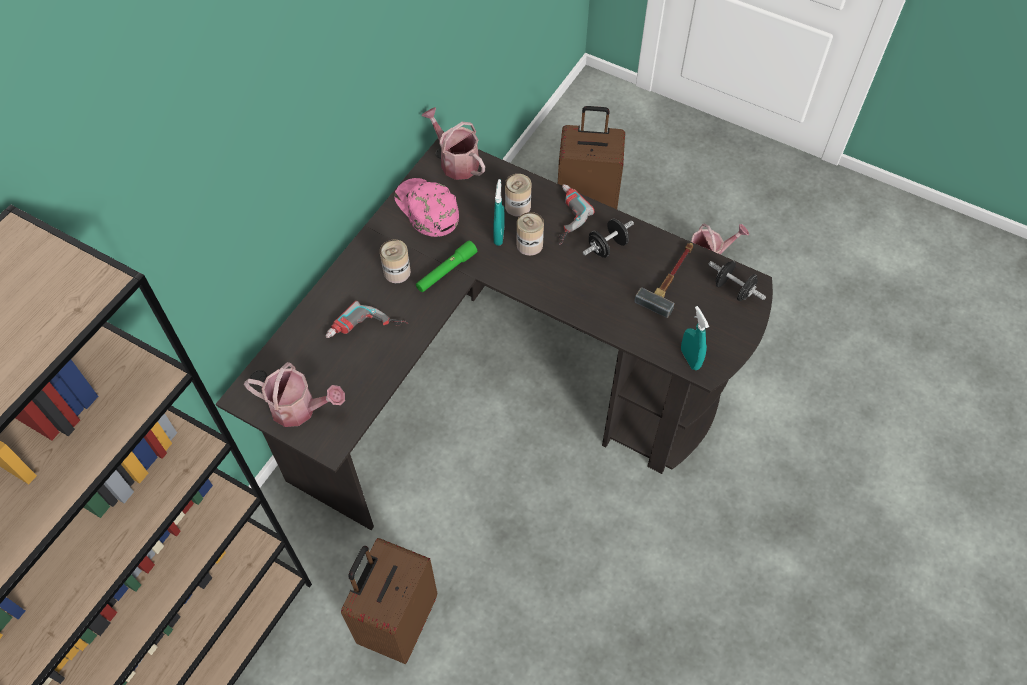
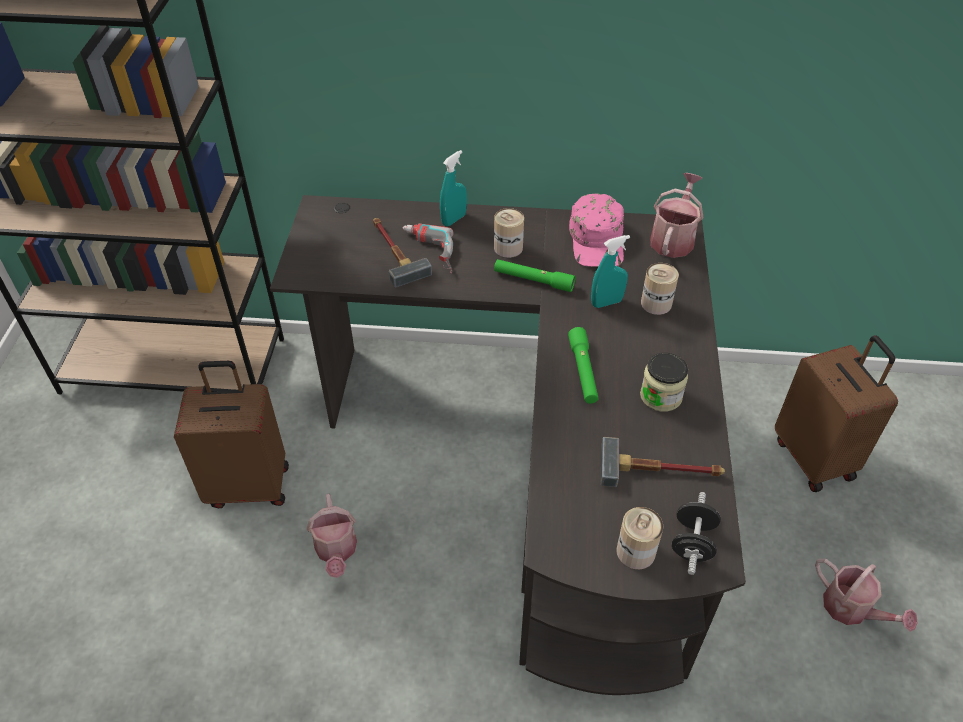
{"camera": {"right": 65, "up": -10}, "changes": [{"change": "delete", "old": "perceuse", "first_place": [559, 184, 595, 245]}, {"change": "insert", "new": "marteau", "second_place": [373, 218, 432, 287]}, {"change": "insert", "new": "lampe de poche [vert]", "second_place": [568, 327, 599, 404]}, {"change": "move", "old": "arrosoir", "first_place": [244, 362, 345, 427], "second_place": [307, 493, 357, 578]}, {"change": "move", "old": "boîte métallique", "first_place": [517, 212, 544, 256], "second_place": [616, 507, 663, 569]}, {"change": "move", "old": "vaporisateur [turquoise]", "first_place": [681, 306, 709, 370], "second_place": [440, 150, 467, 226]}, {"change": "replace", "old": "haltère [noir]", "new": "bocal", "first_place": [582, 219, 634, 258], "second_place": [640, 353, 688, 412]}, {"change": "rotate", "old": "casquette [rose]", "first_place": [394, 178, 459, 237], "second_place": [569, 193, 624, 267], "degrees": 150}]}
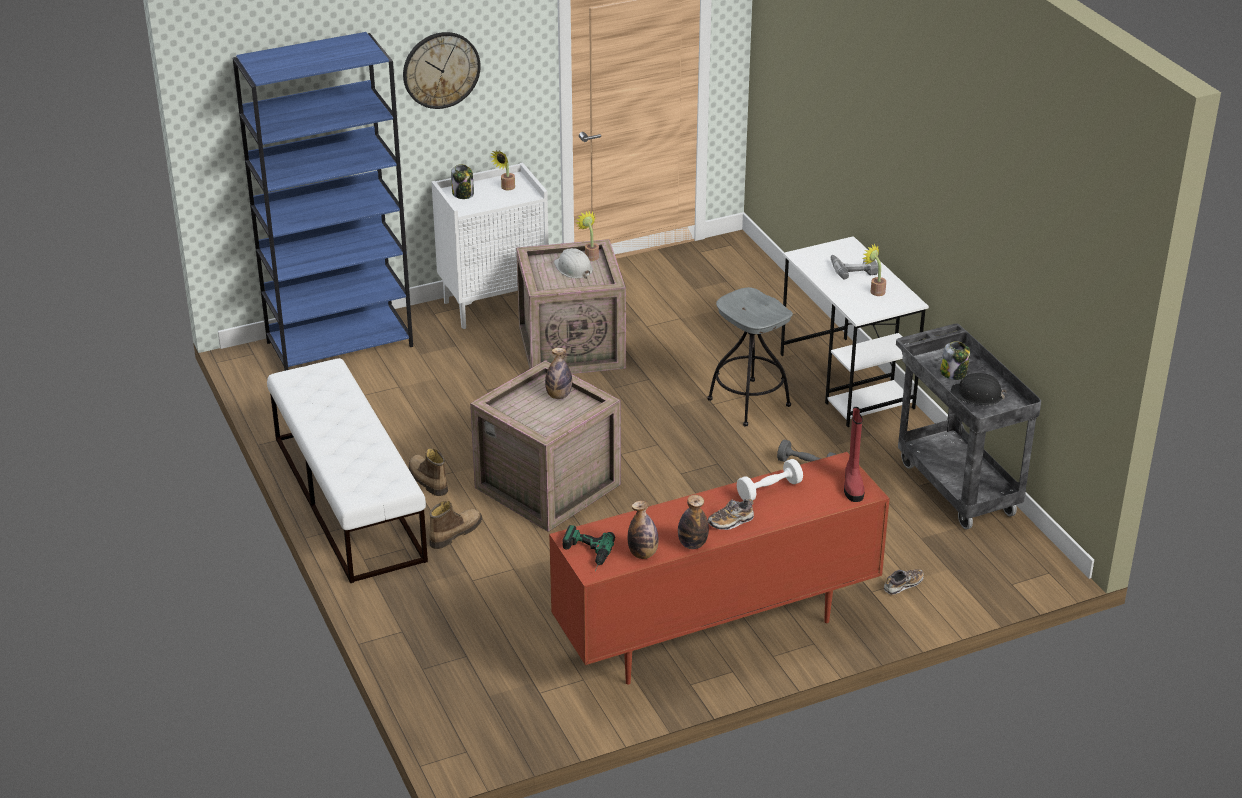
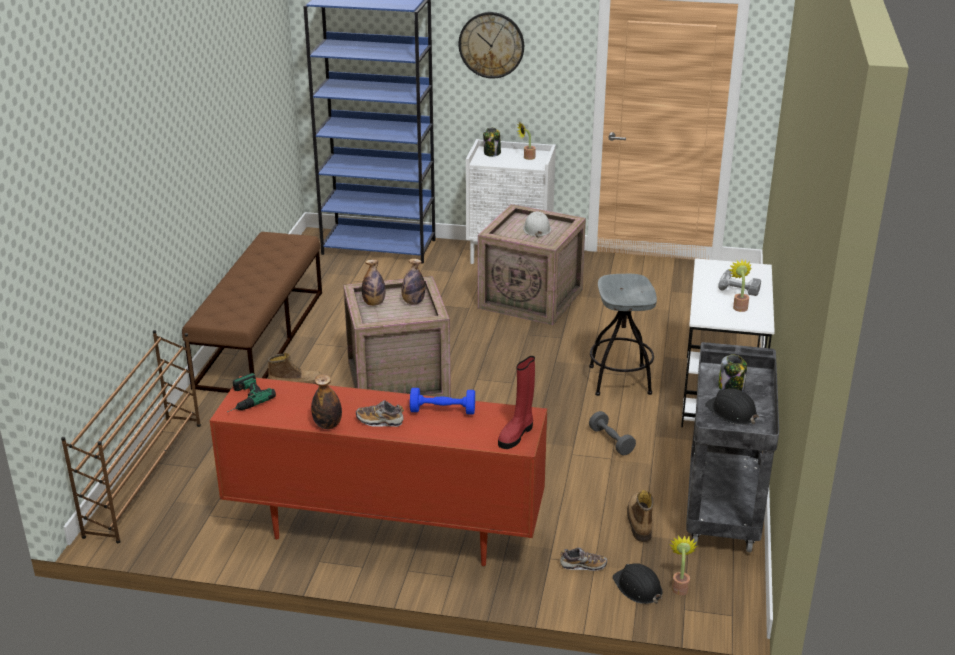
{"camera": {"right": 35, "up": -5}, "changes": [{"change": "insert", "new": "étagère à chaussures [marron]", "second_place": [61, 330, 201, 543]}, {"change": "insert", "new": "casque de chantier [noir]", "second_place": [613, 563, 662, 604]}, {"change": "move", "old": "botte", "first_place": [409, 449, 448, 496], "second_place": [627, 490, 653, 542]}, {"change": "move", "old": "plante en pot", "first_place": [576, 211, 599, 261], "second_place": [669, 535, 697, 595]}, {"change": "move", "old": "bouteille", "first_place": [628, 500, 659, 559], "second_place": [362, 260, 386, 306]}, {"change": "recolor", "old": "banc [blanc]", "new": "banc [marron]", "first_place": [267, 358, 428, 583], "second_place": [182, 232, 322, 393]}, {"change": "recolor", "old": "haltère [blanc]", "new": "haltère [bleu]", "first_place": [737, 459, 803, 501], "second_place": [410, 388, 475, 414]}]}
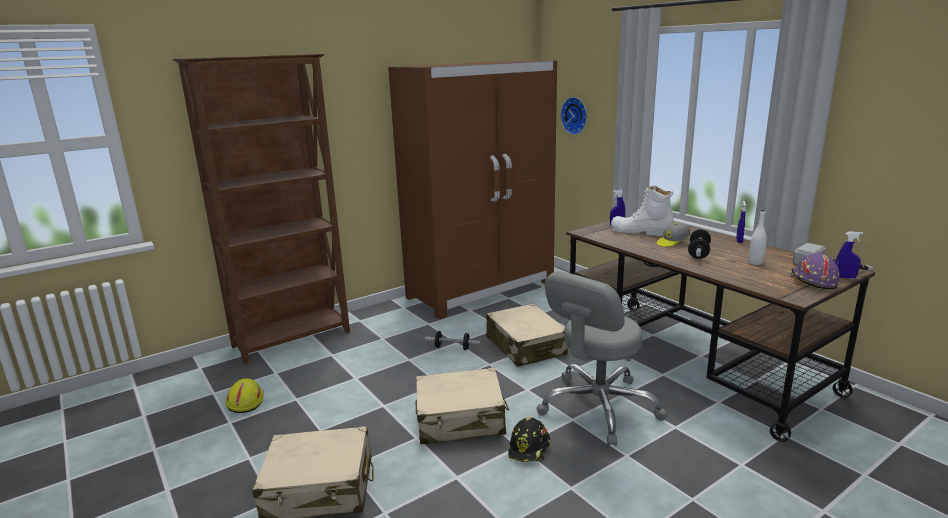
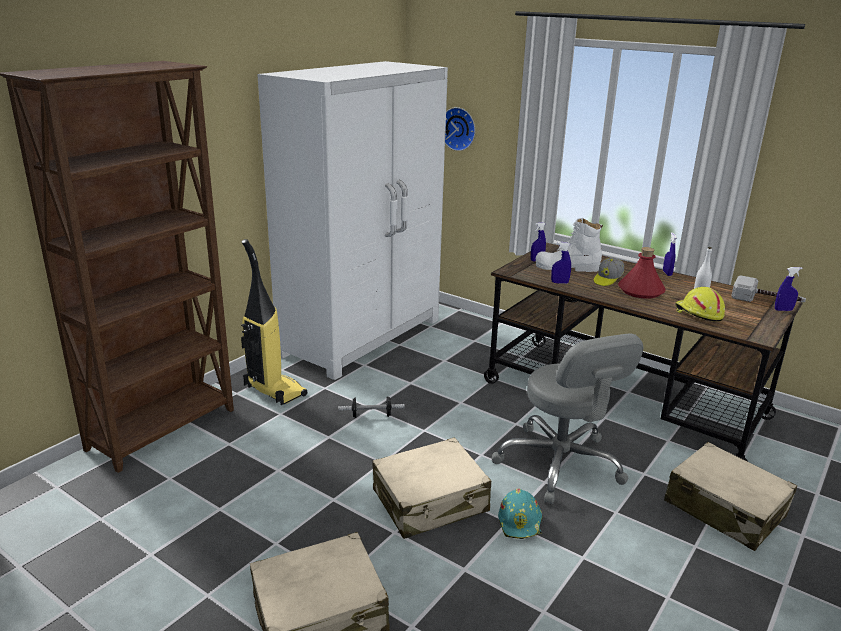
{"camera": {"right": -20, "up": 5}, "changes": [{"change": "delete", "old": "casque de chantier [violet]", "first_place": [789, 253, 840, 289]}, {"change": "insert", "new": "aspirateur", "second_place": [241, 239, 307, 405]}, {"change": "insert", "new": "vaporisateur [bleu]", "second_place": [551, 242, 571, 284]}, {"change": "move", "old": "casque de chantier [jaune]", "first_place": [225, 378, 264, 413], "second_place": [675, 287, 725, 322]}, {"change": "move", "old": "valise [beige]", "first_place": [486, 303, 568, 367], "second_place": [664, 442, 797, 551]}, {"change": "replace", "old": "haltère", "new": "bouteille [rouge]", "first_place": [688, 229, 711, 259], "second_place": [618, 247, 666, 299]}, {"change": "recolor", "old": "meuble de rangement [marron]", "new": "meuble de rangement [blanc]", "first_place": [388, 61, 557, 319], "second_place": [257, 61, 448, 380]}, {"change": "recolor", "old": "casque de chantier [noir]", "new": "casque de chantier [turquoise]", "first_place": [508, 417, 550, 462], "second_place": [498, 489, 542, 539]}, {"change": "rotate", "old": "chaise de bureau [gris]", "first_place": [537, 271, 667, 446], "second_place": [492, 333, 643, 504], "degrees": -45}]}
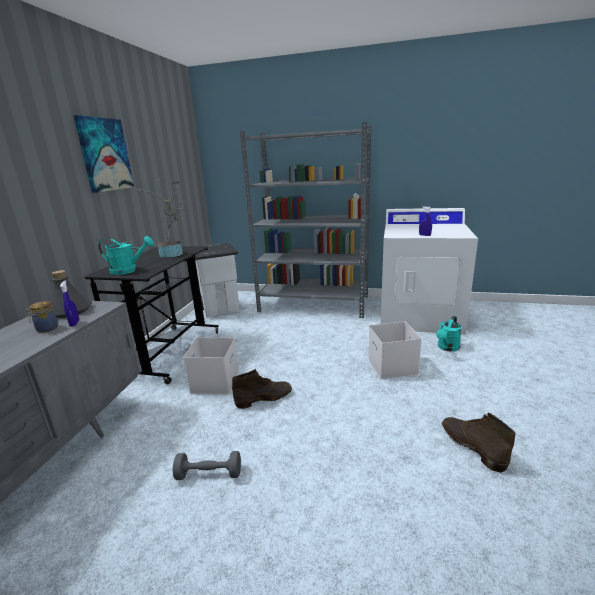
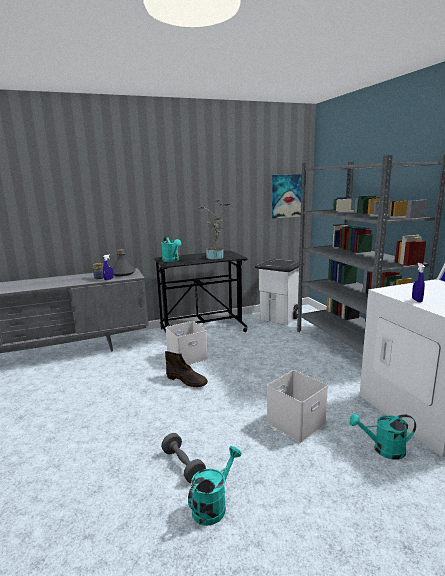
{"camera": {"right": 55, "up": -5}, "changes": [{"change": "move", "old": "tableau", "first_place": [74, 115, 134, 193], "second_place": [272, 174, 302, 219]}, {"change": "move", "old": "haltère [gris]", "first_place": [173, 451, 241, 480], "second_place": [161, 433, 206, 483]}, {"change": "replace", "old": "botte [marron]", "new": "arrosoir [turquoise]", "first_place": [442, 413, 516, 473], "second_place": [188, 446, 242, 526]}]}
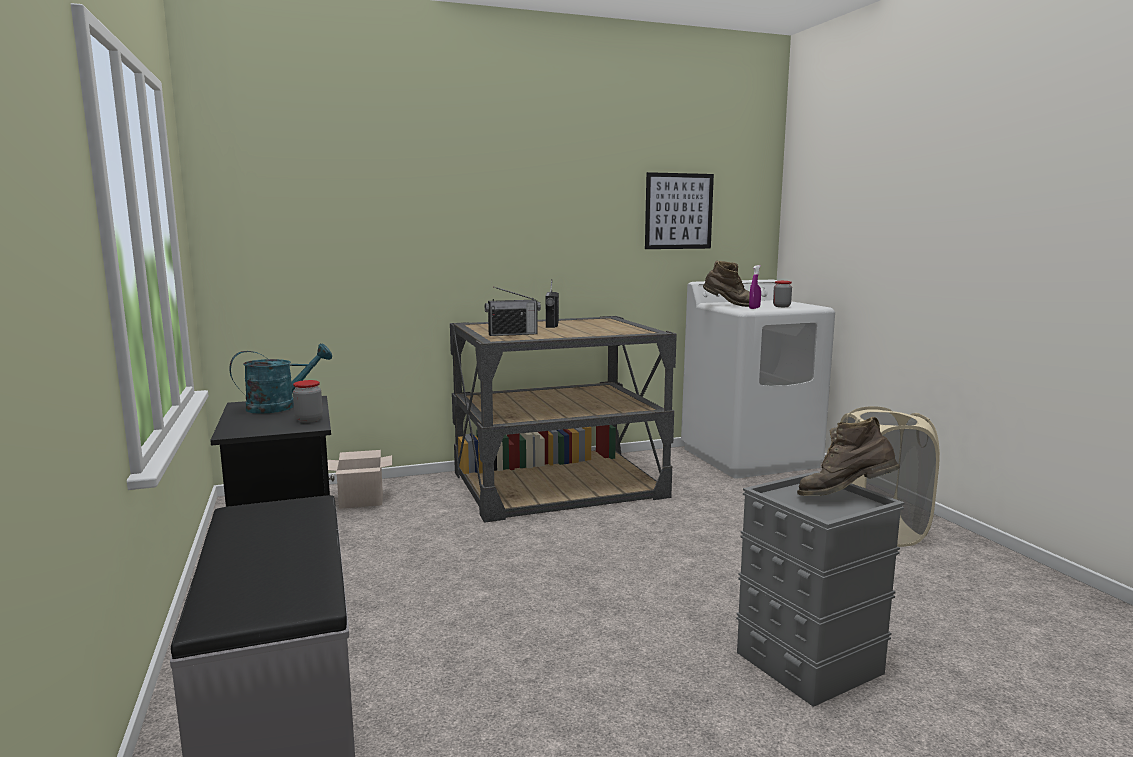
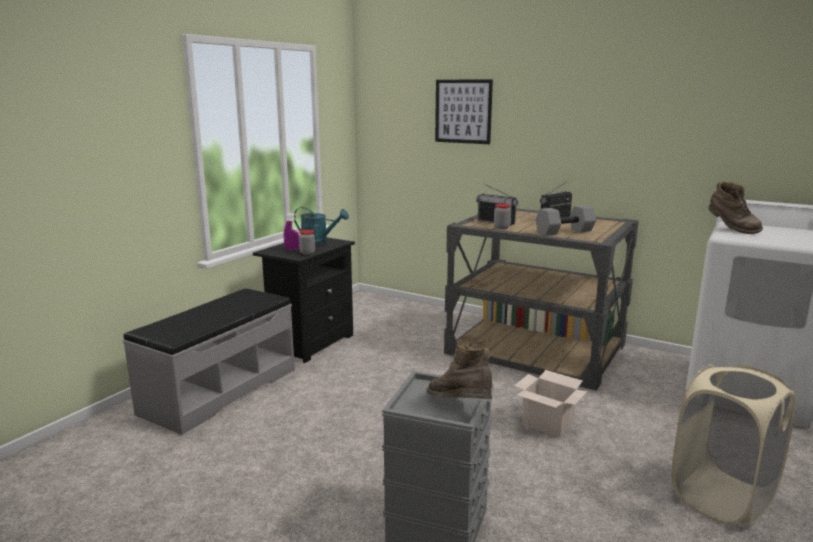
{"camera": {"right": 50, "up": 5}, "changes": [{"change": "insert", "new": "haltère [gris]", "second_place": [535, 205, 596, 236]}, {"change": "move", "old": "carton", "first_place": [327, 450, 392, 509], "second_place": [514, 370, 588, 438]}, {"change": "move", "old": "tableau", "first_place": [645, 172, 714, 249], "second_place": [435, 79, 493, 144]}, {"change": "move", "old": "vaporisateur [violet]", "first_place": [749, 265, 761, 309], "second_place": [284, 213, 299, 250]}, {"change": "move", "old": "bocal", "first_place": [773, 281, 792, 307], "second_place": [494, 204, 511, 229]}]}
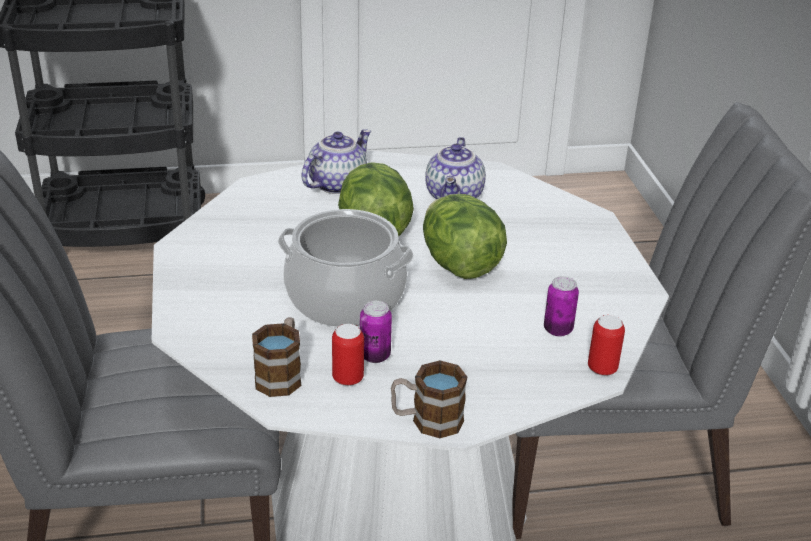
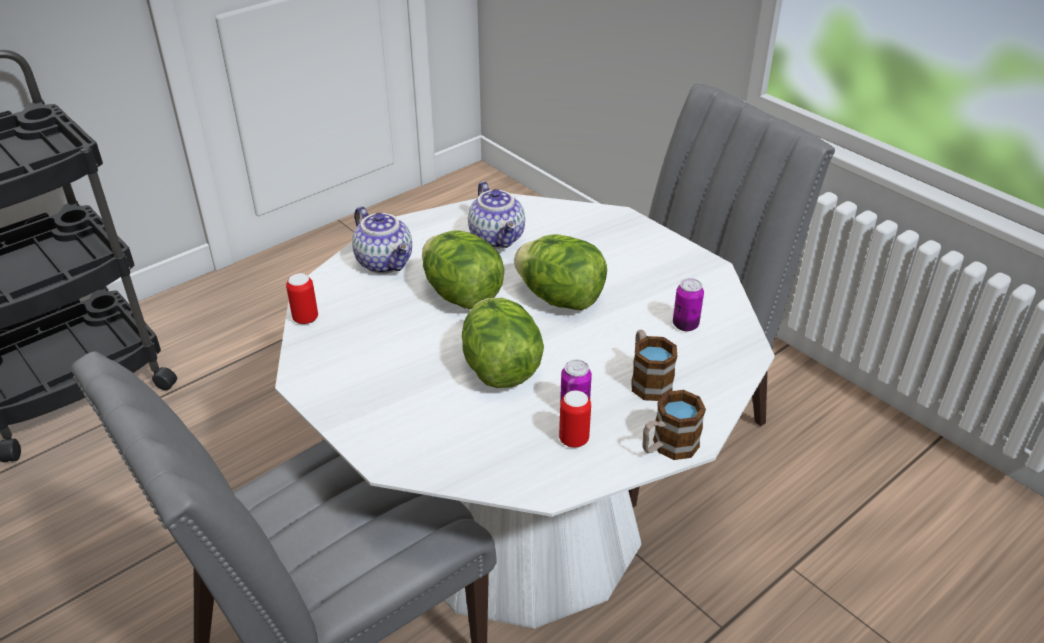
{"camera": {"right": -30, "up": 5}, "changes": [{"change": "move", "old": "mug", "first_place": [252, 317, 301, 397], "second_place": [632, 330, 677, 401]}, {"change": "move", "old": "boîte métallique", "first_place": [588, 315, 625, 376], "second_place": [286, 273, 318, 324]}, {"change": "replace", "old": "marmite", "new": "laitue", "first_place": [278, 209, 414, 327], "second_place": [462, 298, 544, 388]}, {"change": "rotate", "old": "théière", "first_place": [302, 129, 371, 194], "second_place": [352, 206, 412, 274], "degrees": 135}]}
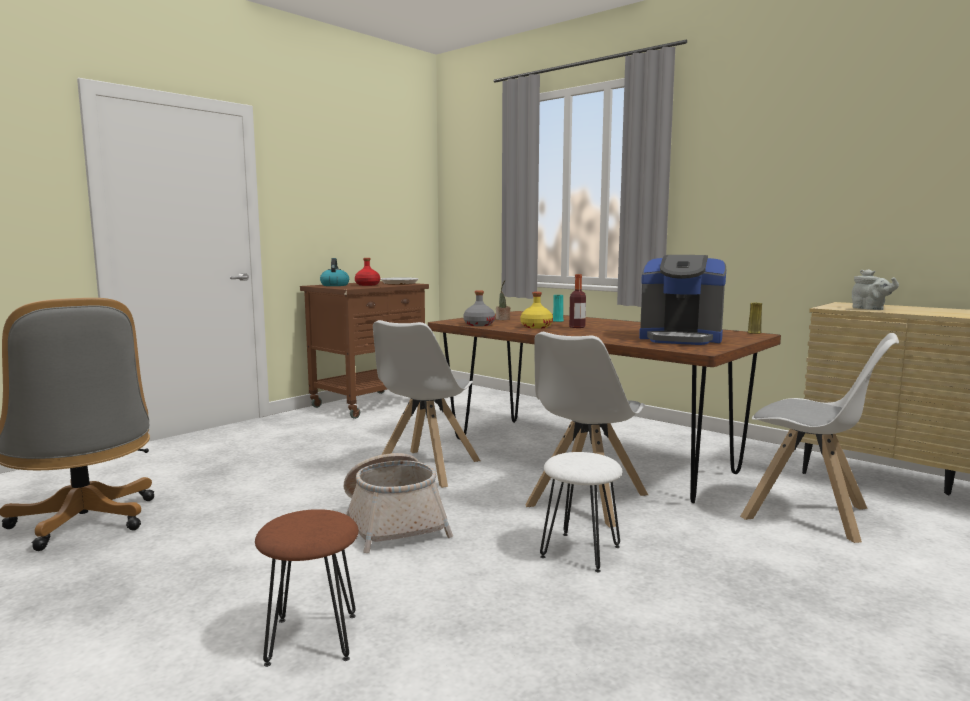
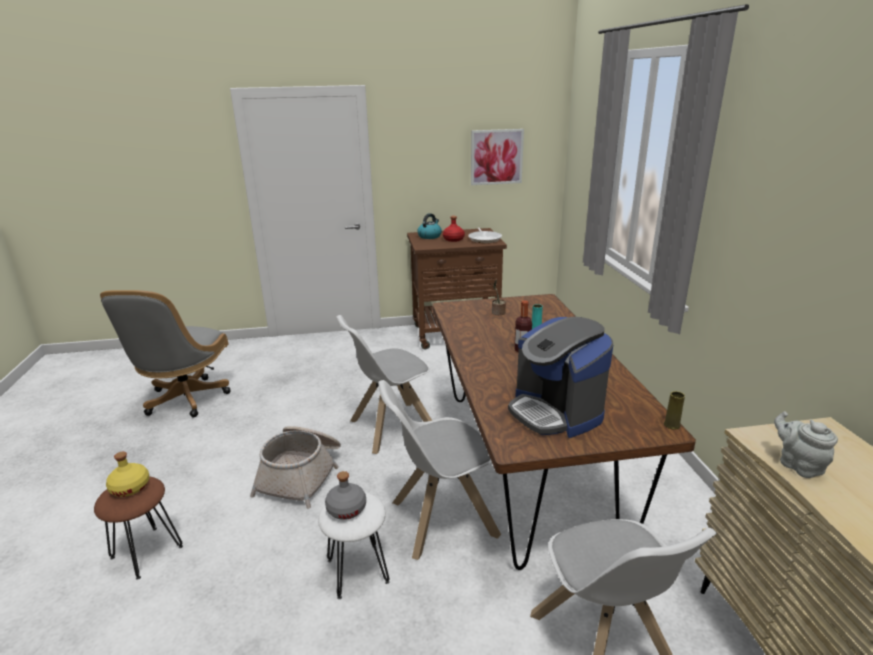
{"camera": {"right": 40, "up": 15}, "changes": [{"change": "insert", "new": "tableau", "second_place": [471, 129, 524, 185]}, {"change": "move", "old": "bouteille [gris]", "first_place": [463, 290, 495, 326], "second_place": [325, 471, 366, 520]}, {"change": "move", "old": "bouteille [jaune]", "first_place": [520, 292, 553, 329], "second_place": [106, 452, 150, 497]}, {"change": "rotate", "old": "théière [gris]", "first_place": [852, 269, 899, 310], "second_place": [774, 411, 838, 478], "degrees": 150}]}
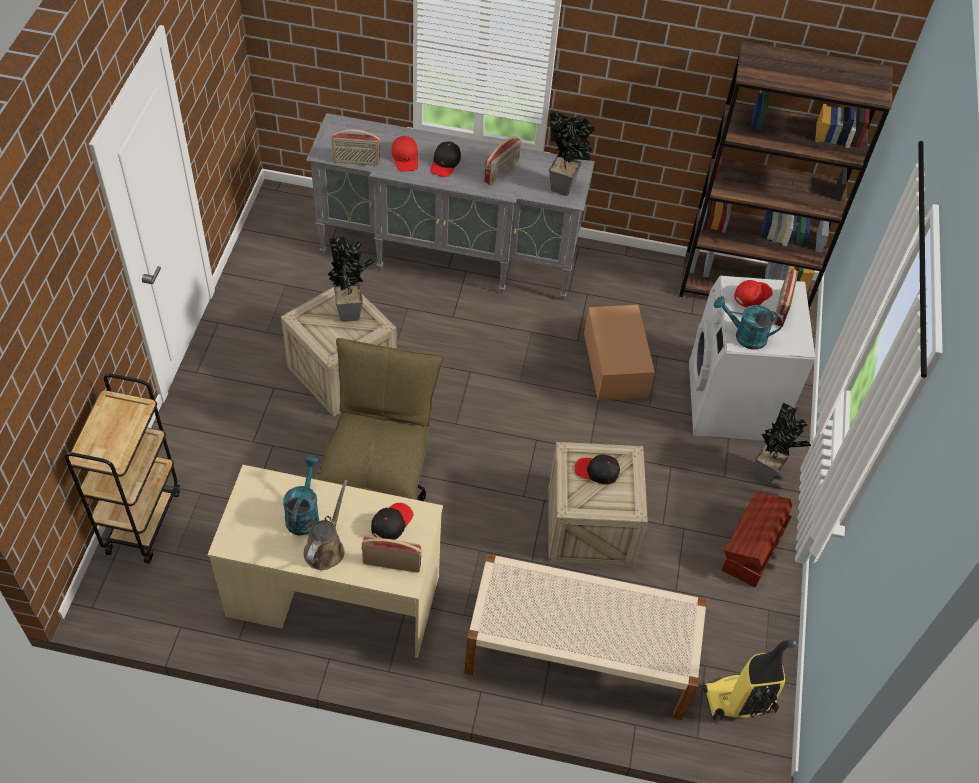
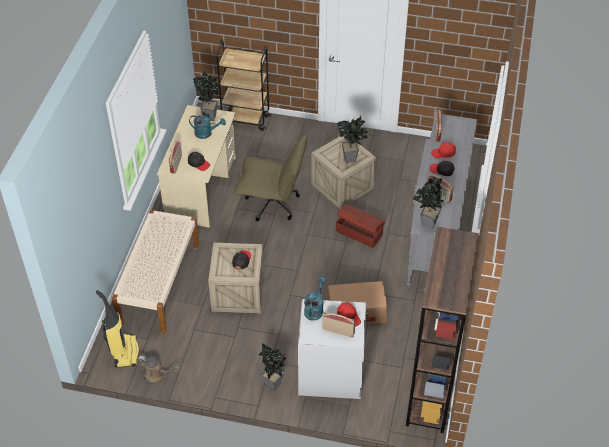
{"camera": {"right": 95, "up": -5}, "changes": [{"change": "insert", "new": "plante en pot", "second_place": [193, 71, 219, 121]}, {"change": "move", "old": "arrosoir [marron]", "first_place": [304, 480, 348, 570], "second_place": [137, 356, 179, 382]}, {"change": "move", "old": "boîte de rangement [marron]", "first_place": [722, 492, 792, 587], "second_place": [336, 204, 385, 248]}]}
